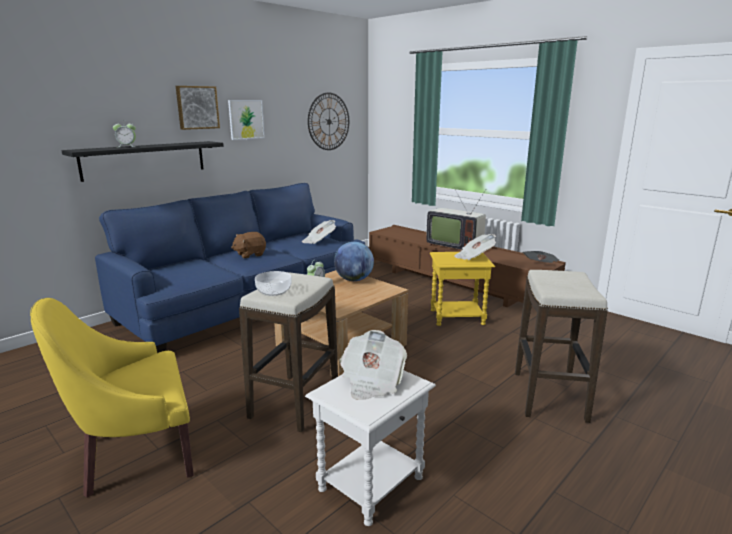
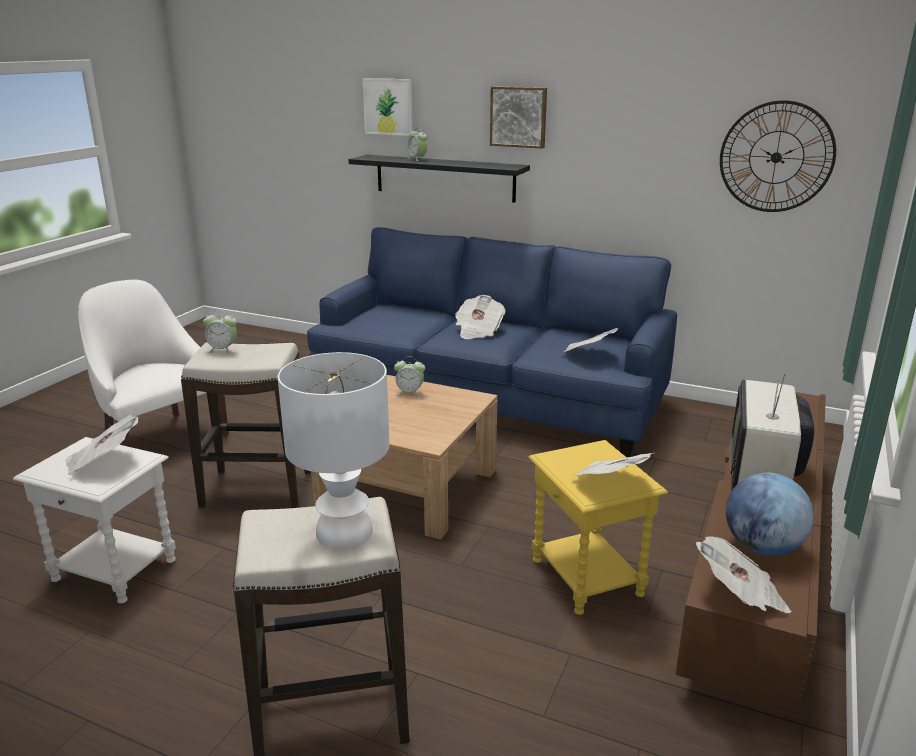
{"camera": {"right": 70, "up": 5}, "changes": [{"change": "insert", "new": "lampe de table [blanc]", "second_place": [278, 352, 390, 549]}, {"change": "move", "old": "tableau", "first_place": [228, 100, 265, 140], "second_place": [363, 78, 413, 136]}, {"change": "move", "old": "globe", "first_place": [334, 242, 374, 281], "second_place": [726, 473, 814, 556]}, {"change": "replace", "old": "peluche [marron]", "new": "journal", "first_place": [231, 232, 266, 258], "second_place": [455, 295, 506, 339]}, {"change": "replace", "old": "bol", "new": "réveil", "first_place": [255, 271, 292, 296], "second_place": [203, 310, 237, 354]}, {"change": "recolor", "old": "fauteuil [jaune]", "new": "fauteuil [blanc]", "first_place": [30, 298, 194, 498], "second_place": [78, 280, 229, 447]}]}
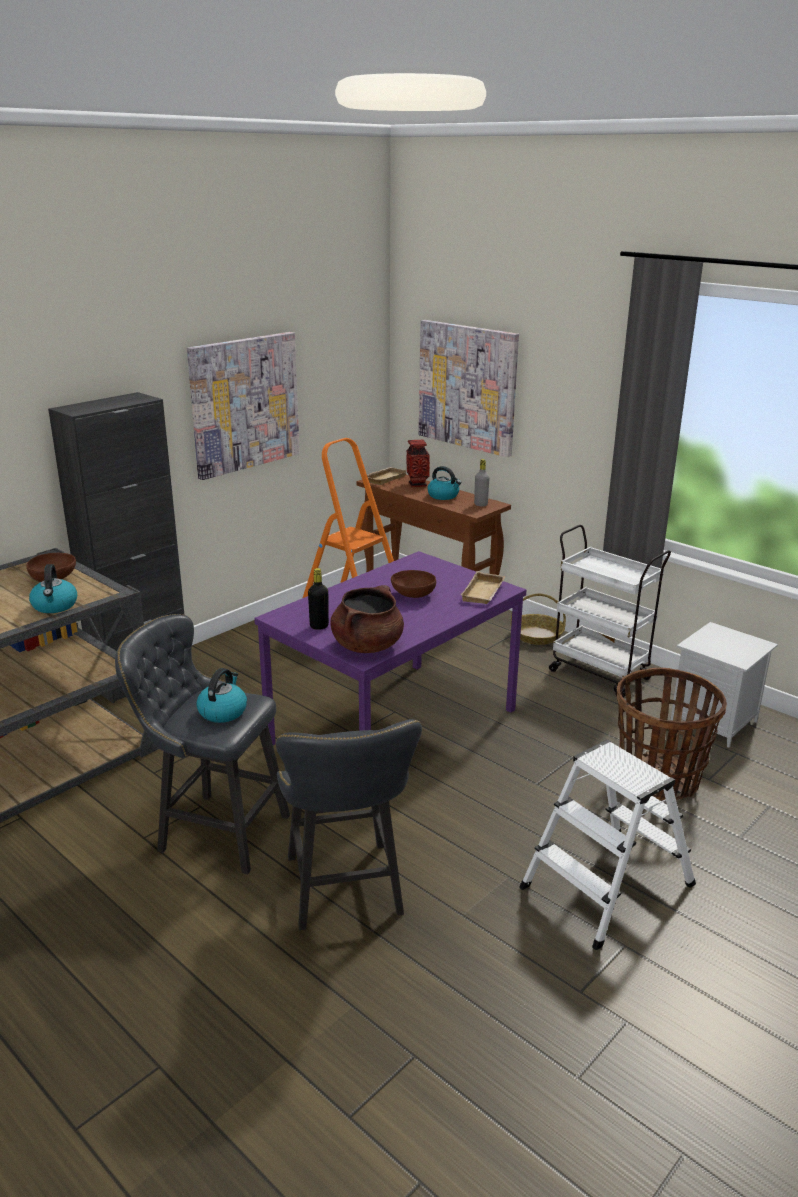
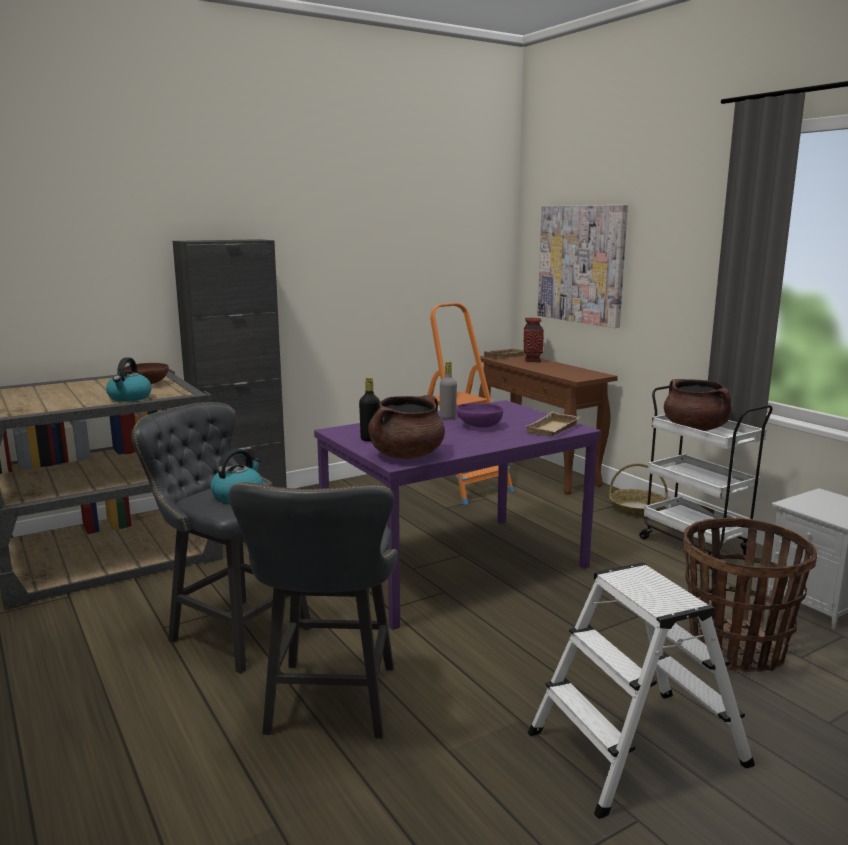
{"camera": {"right": 15, "up": -10}, "changes": [{"change": "delete", "old": "tableau", "first_place": [187, 332, 300, 480]}, {"change": "delete", "old": "bouilloire", "first_place": [428, 466, 462, 500]}, {"change": "insert", "new": "marmite [marron]", "second_place": [664, 379, 731, 431]}, {"change": "move", "old": "bouteille [gris]", "first_place": [474, 459, 490, 507], "second_place": [440, 361, 457, 420]}, {"change": "recolor", "old": "bol [marron]", "new": "bol [violet]", "first_place": [391, 570, 436, 598], "second_place": [457, 403, 503, 427]}]}
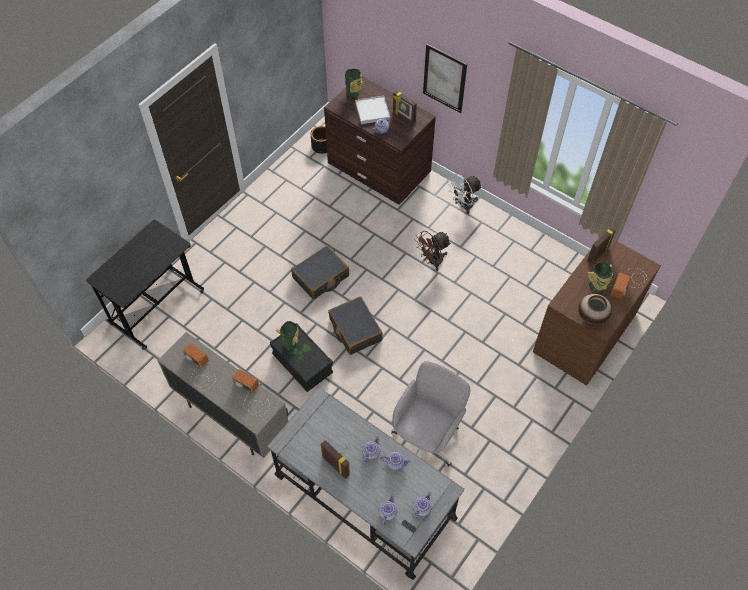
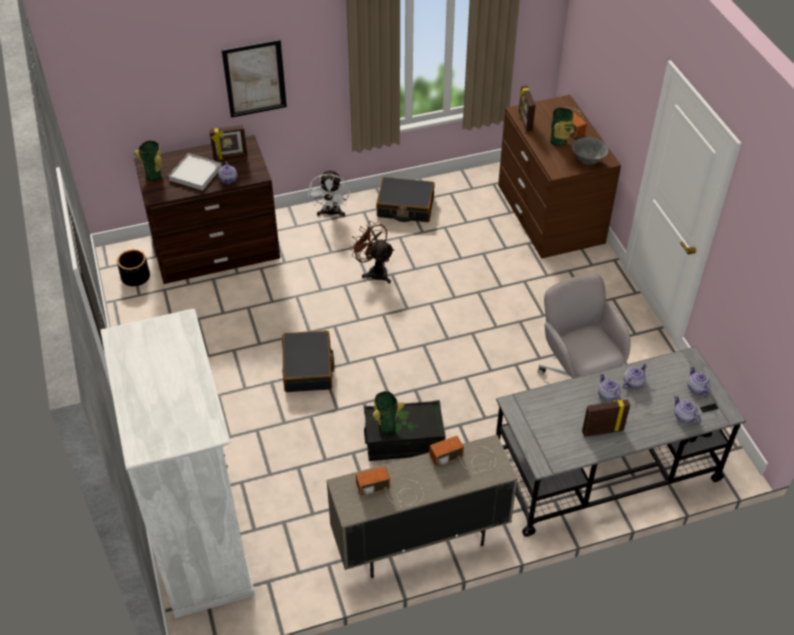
{"camera": {"right": -55, "up": -10}, "changes": [{"change": "move", "old": "valise [noir]", "first_place": [328, 296, 383, 355], "second_place": [376, 177, 434, 222]}, {"change": "replace", "old": "bureau [noir]", "new": "armoire [blanc]", "first_place": [86, 220, 204, 350], "second_place": [100, 309, 255, 618]}, {"change": "replace", "old": "vase", "new": "bol [gris]", "first_place": [578, 294, 612, 325], "second_place": [572, 137, 609, 165]}, {"change": "rotate", "old": "ventilateur [marron]", "first_place": [415, 231, 451, 271], "second_place": [349, 221, 394, 284], "degrees": 135}]}
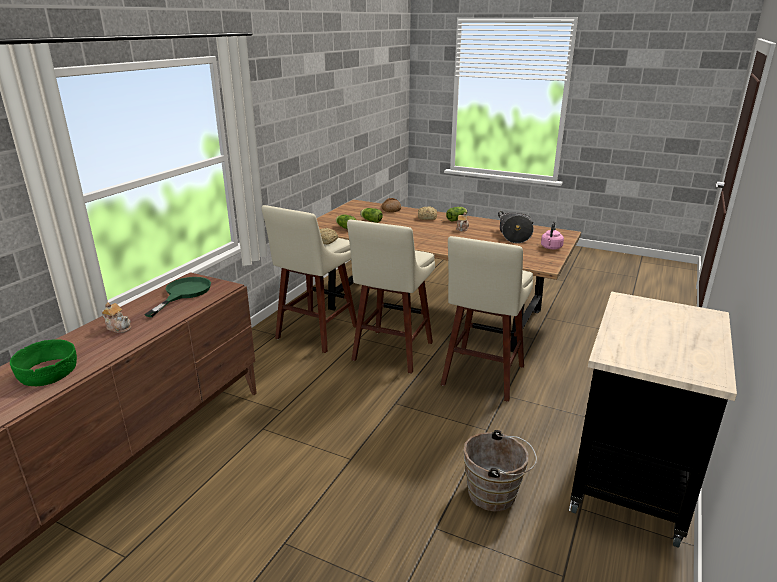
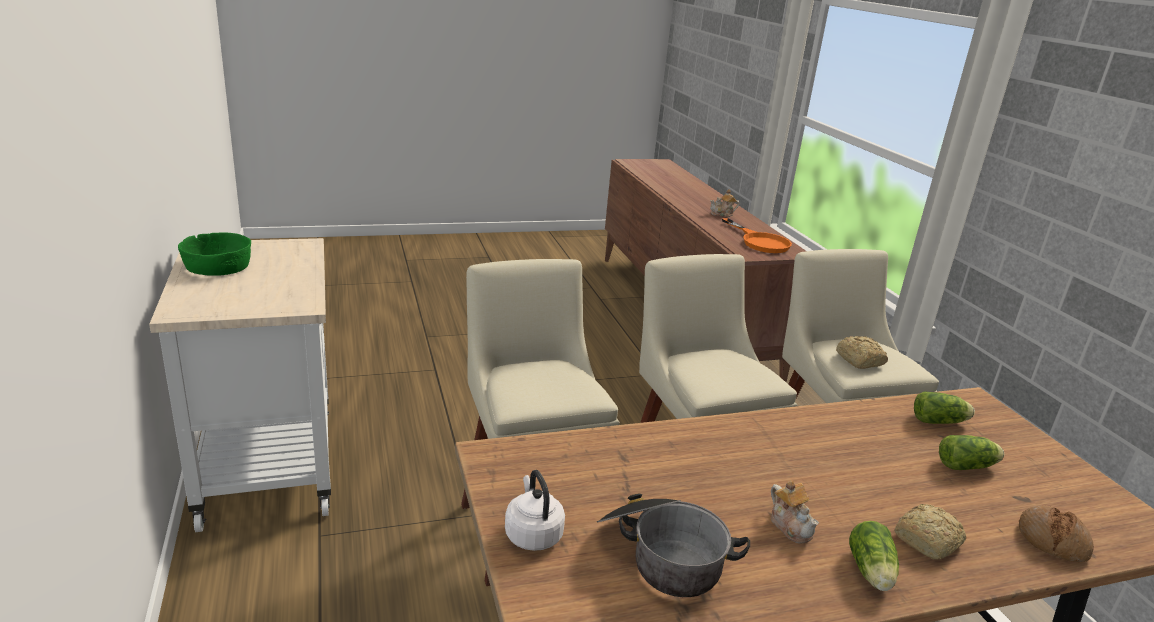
{"camera": {"right": 135, "up": 0}, "changes": [{"change": "delete", "old": "seau [marron]", "first_place": [464, 430, 537, 511]}, {"change": "move", "old": "bol [vert]", "first_place": [10, 339, 77, 386], "second_place": [178, 232, 251, 276]}, {"change": "recolor", "old": "poêle [vert]", "new": "poêle [orange]", "first_place": [145, 277, 211, 317], "second_place": [722, 218, 792, 253]}, {"change": "recolor", "old": "bouilloire [rose]", "new": "bouilloire [blanc]", "first_place": [541, 221, 564, 249], "second_place": [505, 470, 565, 551]}, {"change": "recolor", "old": "chariot [noir]", "new": "chariot [blanc]", "first_place": [569, 292, 737, 548], "second_place": [149, 238, 331, 532]}]}
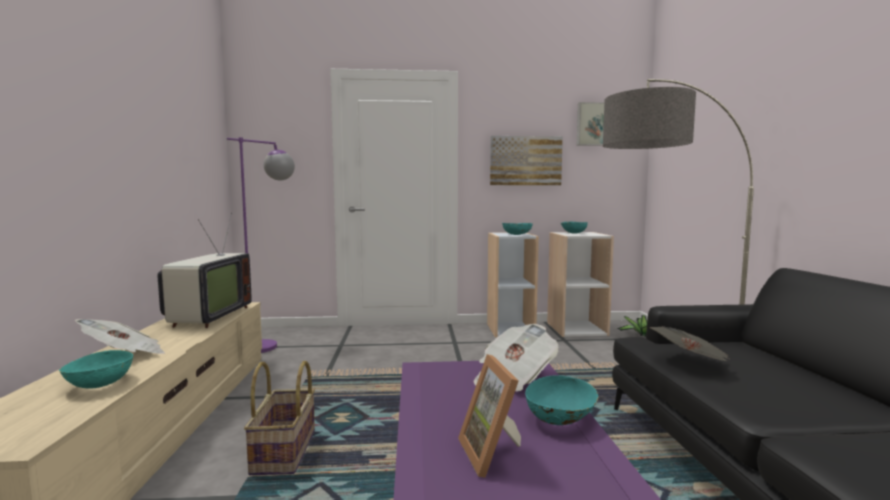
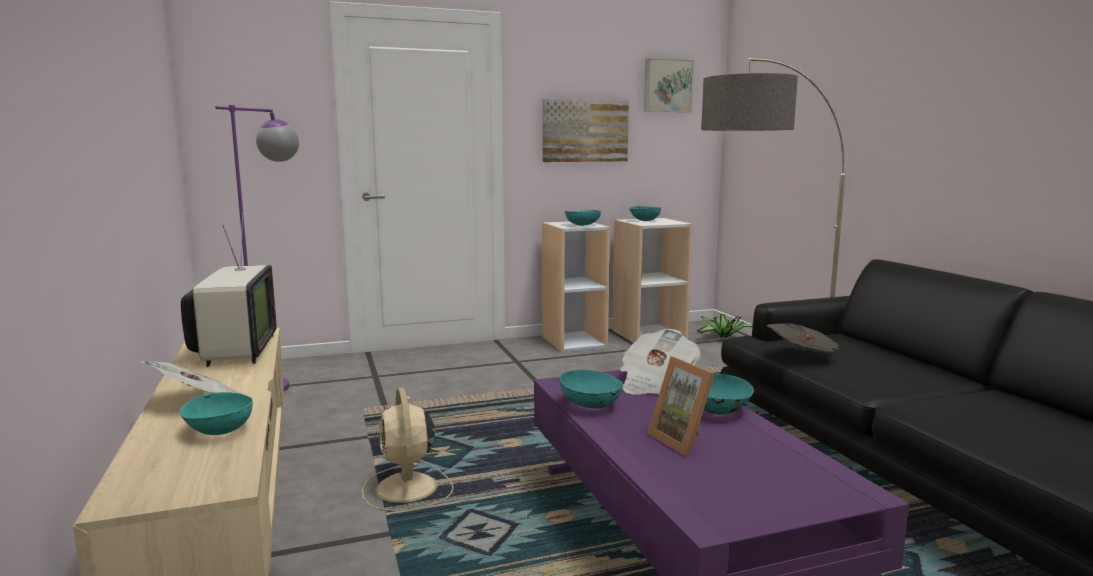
{"camera": {"right": -15, "up": 5}, "changes": [{"change": "insert", "new": "bol [turquoise]", "second_place": [560, 369, 623, 408]}, {"change": "replace", "old": "panier", "new": "ventilateur [beige]", "first_place": [244, 361, 315, 475], "second_place": [362, 388, 454, 511]}]}
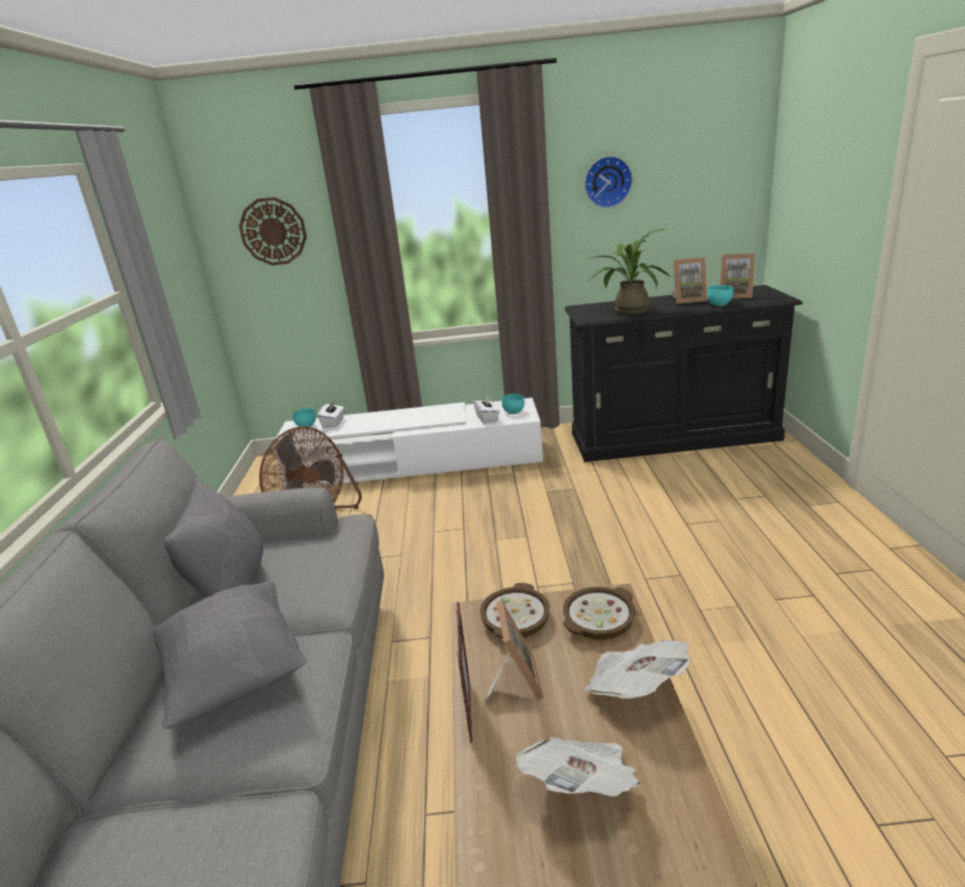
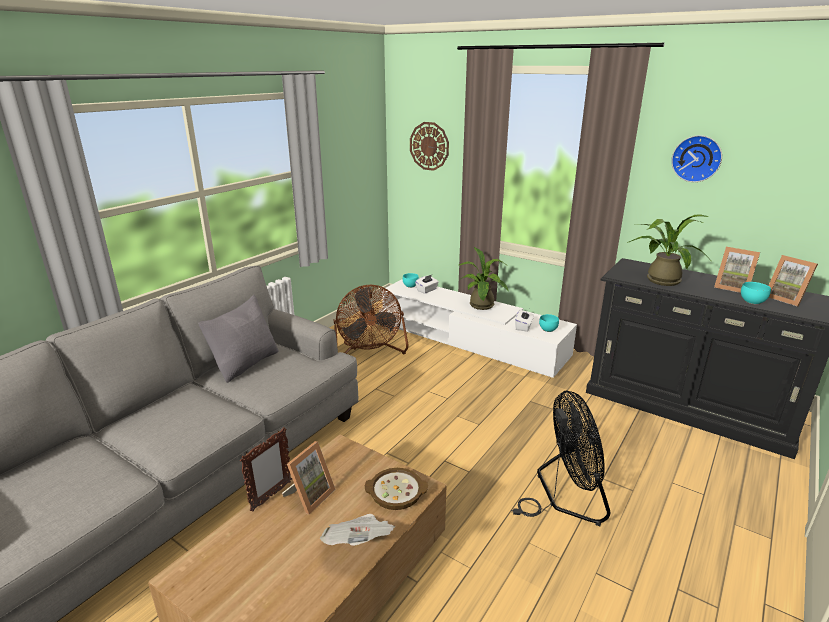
{"camera": {"right": 35, "up": 0}, "changes": [{"change": "delete", "old": "coussin [gris]", "first_place": [153, 582, 307, 729]}, {"change": "delete", "old": "bol", "first_place": [480, 583, 550, 639]}, {"change": "delete", "old": "journal", "first_place": [516, 737, 640, 796]}, {"change": "insert", "new": "plante en pot", "second_place": [459, 247, 509, 310]}, {"change": "insert", "new": "ventilateur [noir]", "second_place": [511, 391, 611, 526]}]}
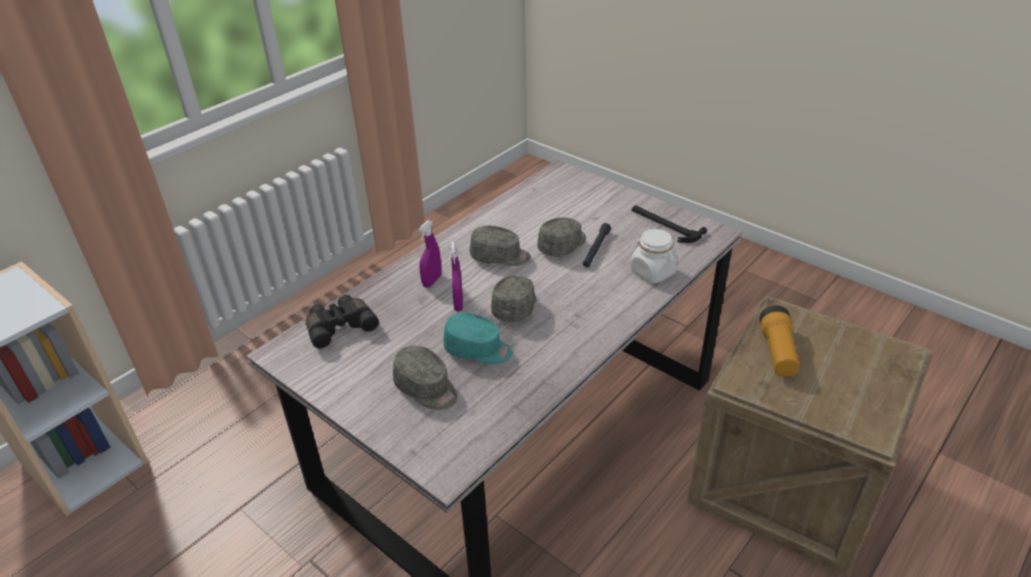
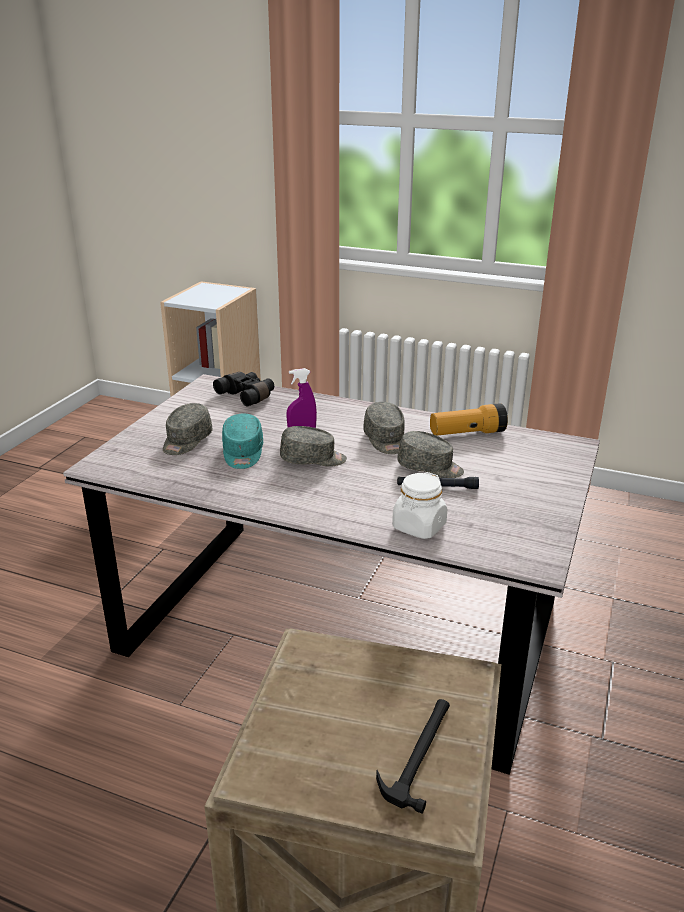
{"camera": {"right": 70, "up": -10}, "changes": [{"change": "delete", "old": "vaporisateur [violet]", "first_place": [418, 220, 442, 288]}, {"change": "move", "old": "marteau", "first_place": [632, 205, 707, 243], "second_place": [376, 699, 450, 814]}, {"change": "move", "old": "lampe de poche", "first_place": [759, 305, 799, 376], "second_place": [430, 403, 508, 436]}]}
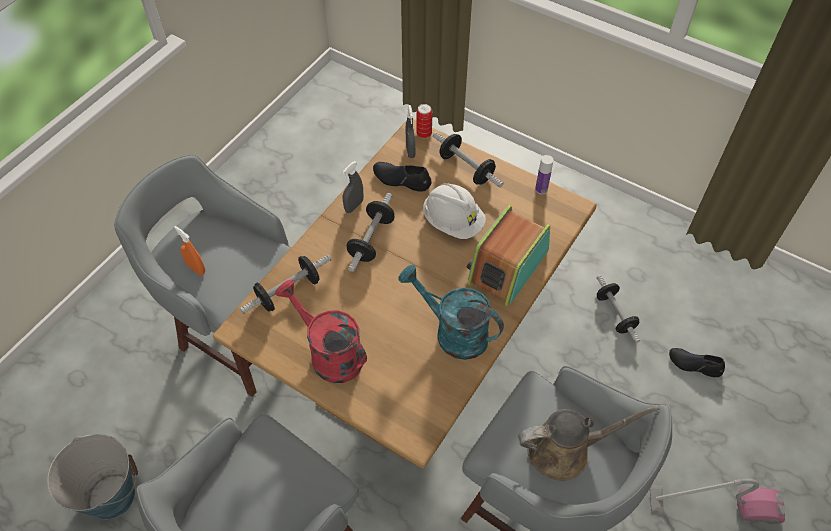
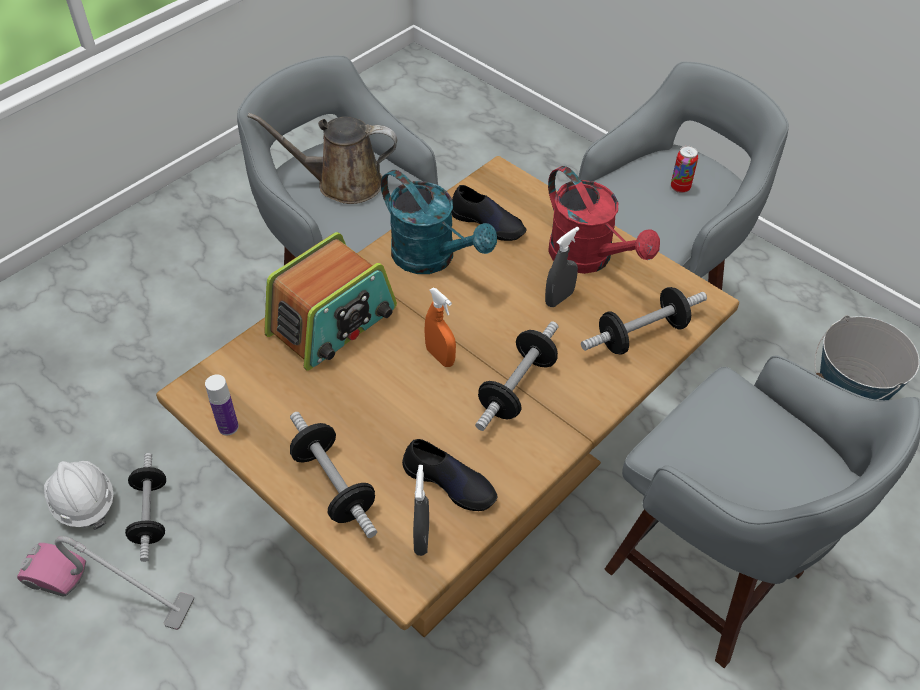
{"camera": {"right": -170, "up": -5}, "changes": [{"change": "move", "old": "vaporisateur [orange]", "first_place": [174, 226, 205, 275], "second_place": [425, 288, 456, 367]}, {"change": "move", "old": "vaporisateur [gris]", "first_place": [342, 161, 364, 213], "second_place": [545, 227, 579, 307]}, {"change": "move", "old": "boîte métallique", "first_place": [417, 104, 432, 138], "second_place": [671, 146, 698, 193]}, {"change": "move", "old": "casque de chantier [blanc]", "first_place": [423, 183, 486, 239], "second_place": [44, 461, 113, 530]}, {"change": "move", "old": "aspirateur", "first_place": [650, 479, 785, 524], "second_place": [17, 536, 194, 630]}, {"change": "move", "old": "chaussure [noir]", "first_place": [669, 348, 725, 377], "second_place": [451, 185, 527, 241]}]}
